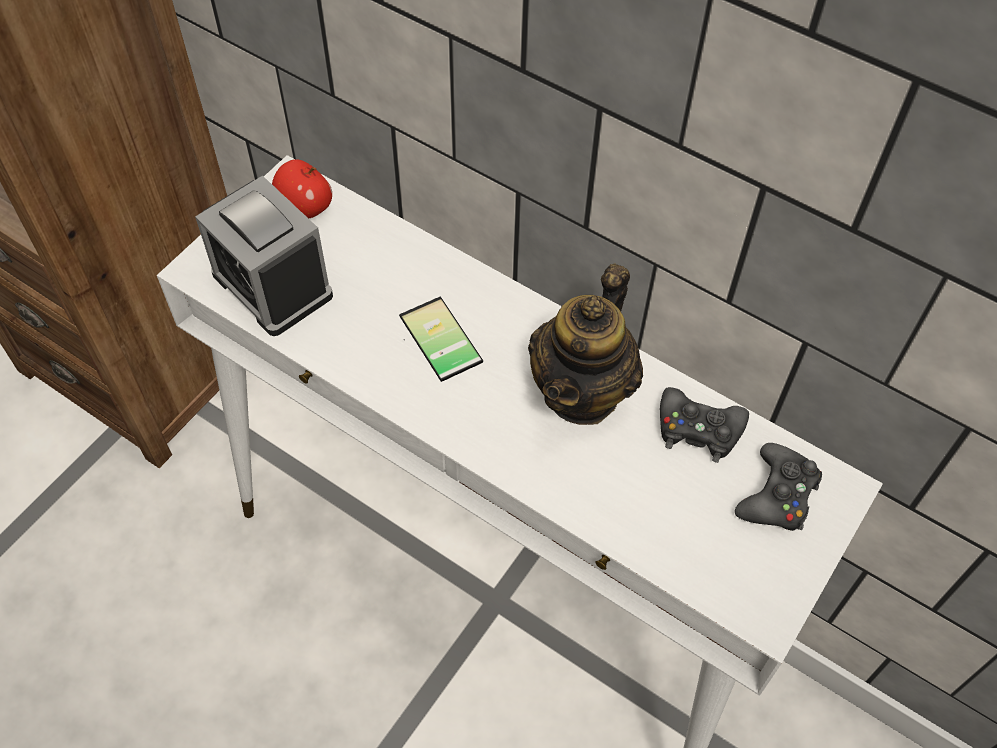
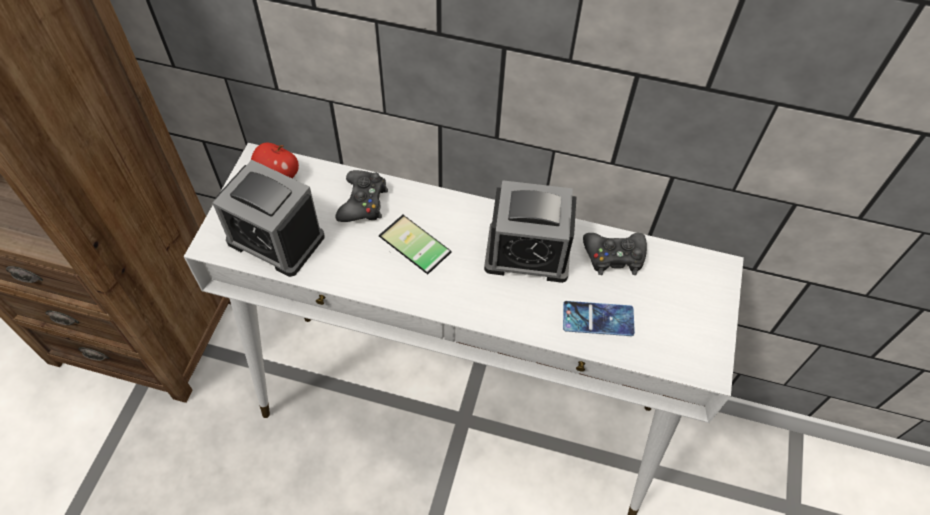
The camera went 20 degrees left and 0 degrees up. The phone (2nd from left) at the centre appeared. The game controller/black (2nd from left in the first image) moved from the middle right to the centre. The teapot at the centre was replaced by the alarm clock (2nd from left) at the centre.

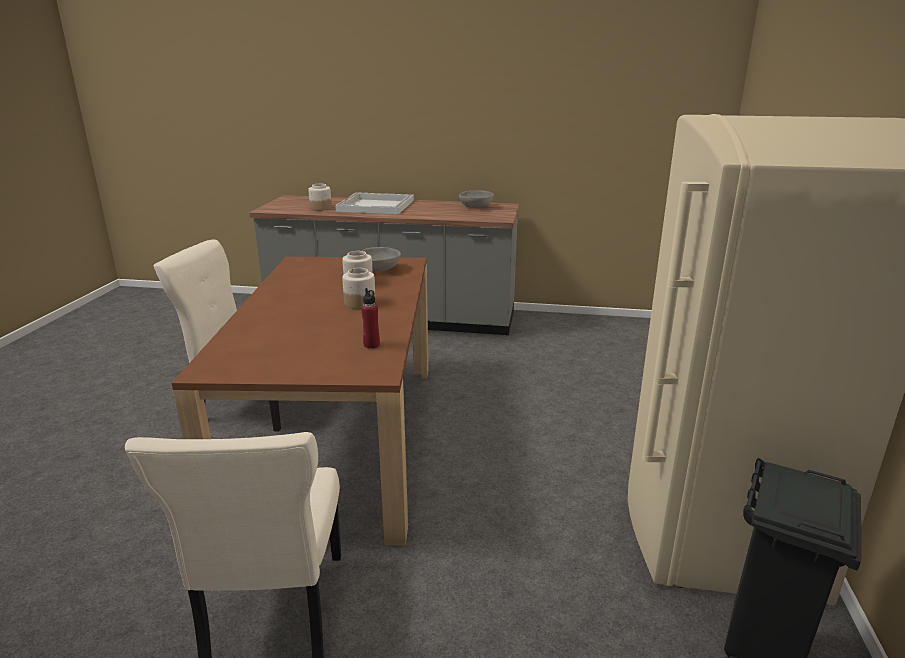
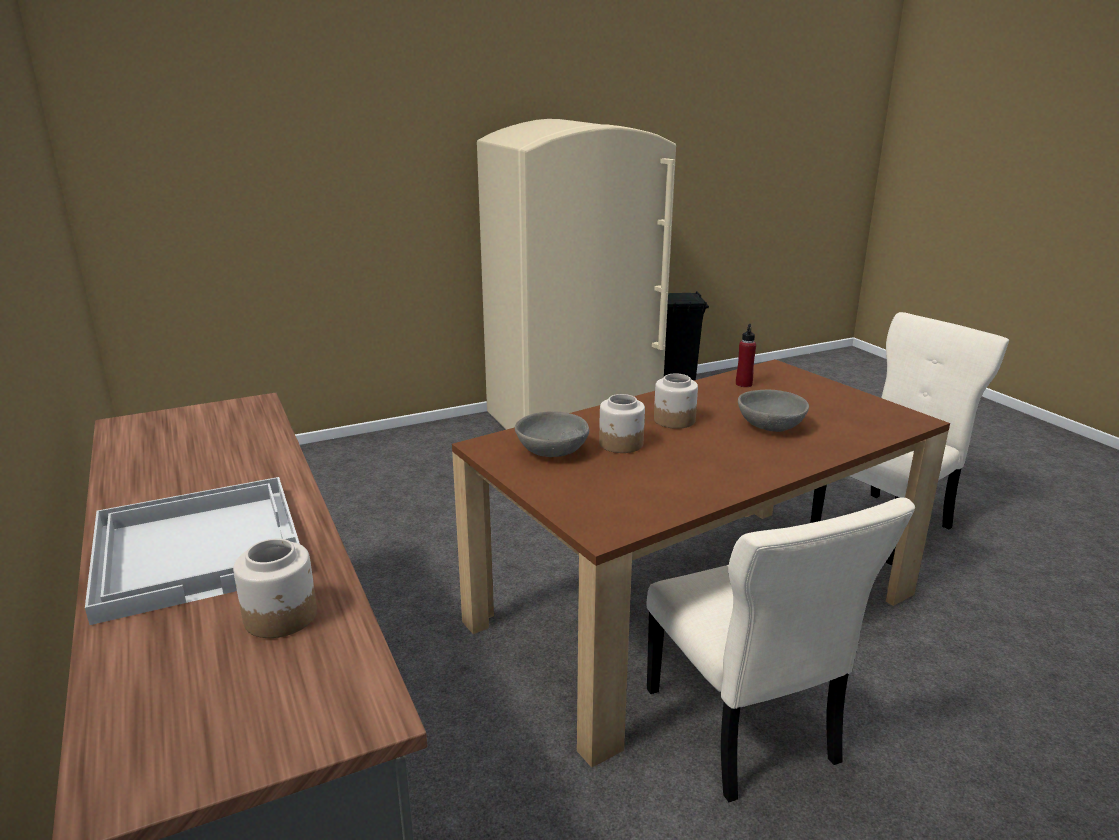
The camera went 125 degrees left and 0 degrees up. The bowl/grey (2nd from left) moved from the top centre to the middle right.

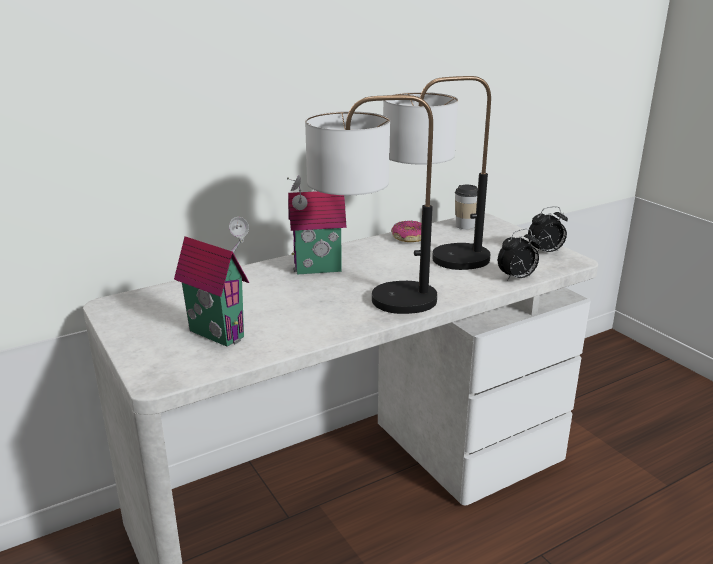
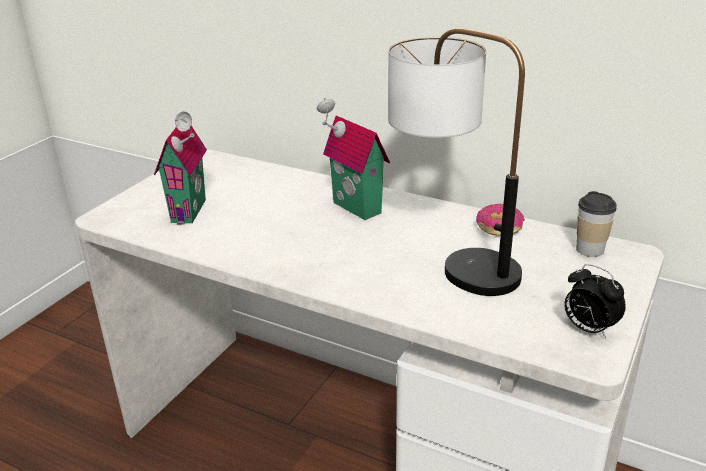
The camera went 60 degrees right and 5 degrees up. The table lamp (1st from left) at the centre disappeared. The alarm clock (1st from left) at the middle right disappeared.

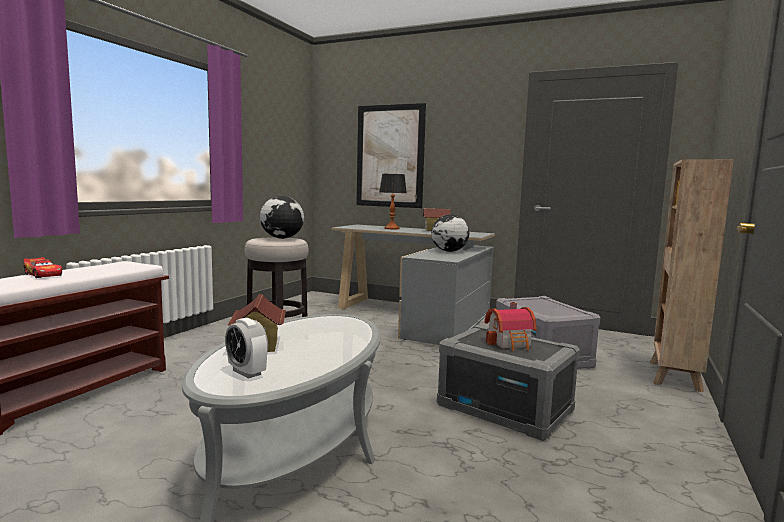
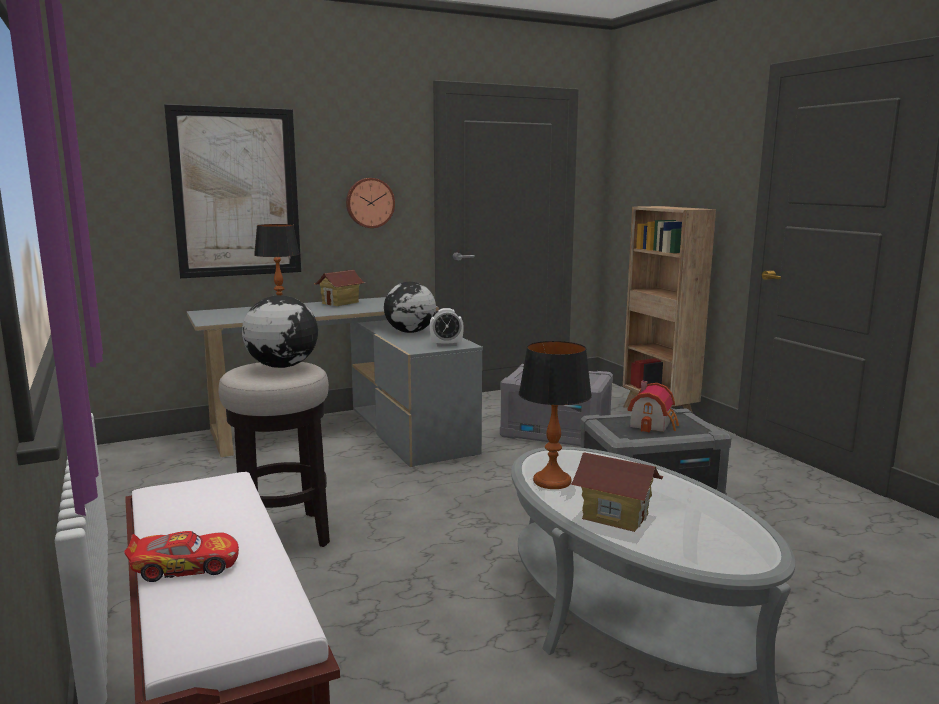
The camera went 50 degrees left and 5 degrees up. The wall clock at the top centre appeared. The table lamp (2nd from left) at the centre appeared. The alarm clock moved from the bottom left to the centre.

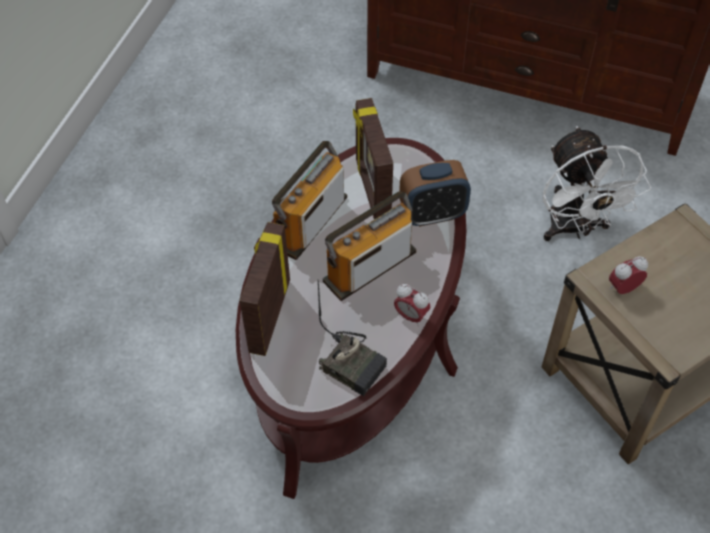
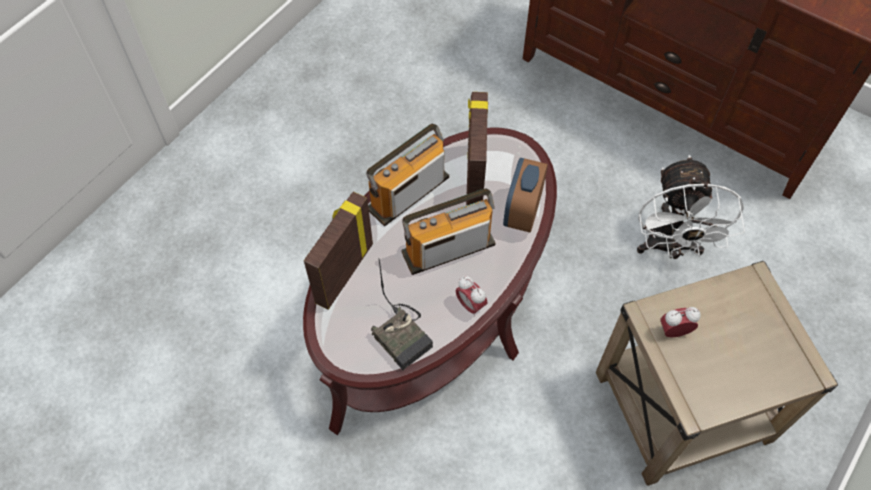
The camera went 15 degrees right and 5 degrees up. The alarm clock (2nd from left) at the centre turned 105 degrees clockwise.

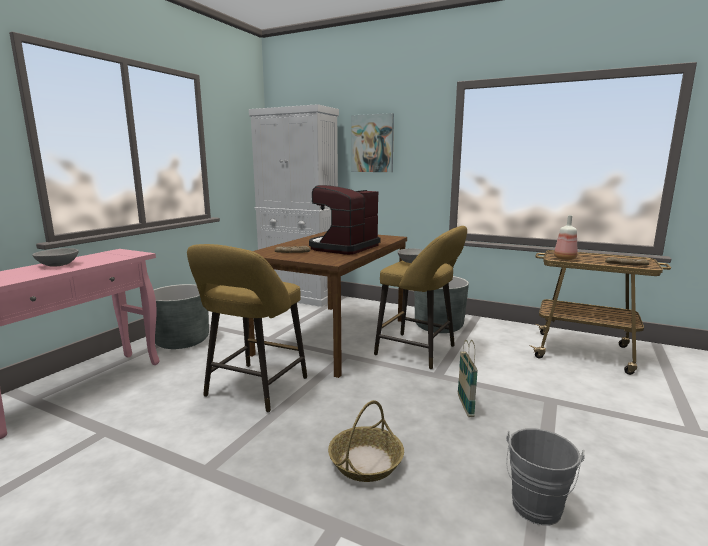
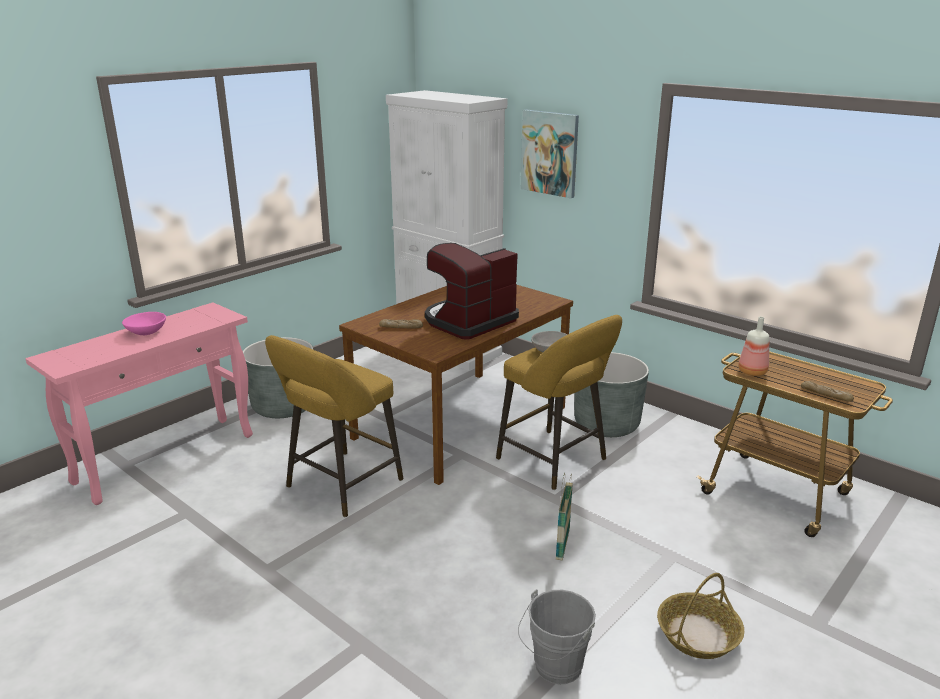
The camera went 15 degrees right and 10 degrees up. The basket (1st from left in the first image) moved from the bottom centre to the bottom right. The bowl/grey (1st from left) at the middle left became the bowl/pink at the middle left.

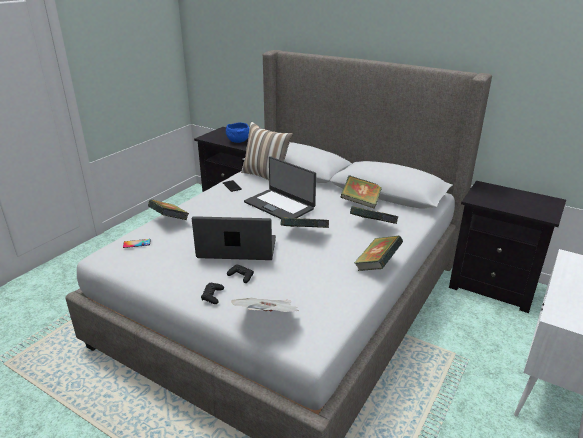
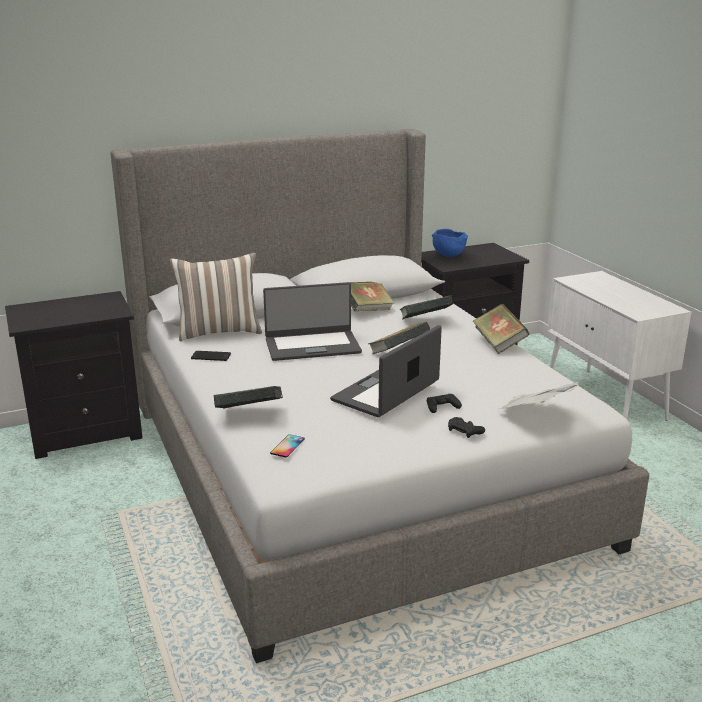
The camera went 55 degrees left and 5 degrees down. The bowl/blue moved from the top centre to the centre.

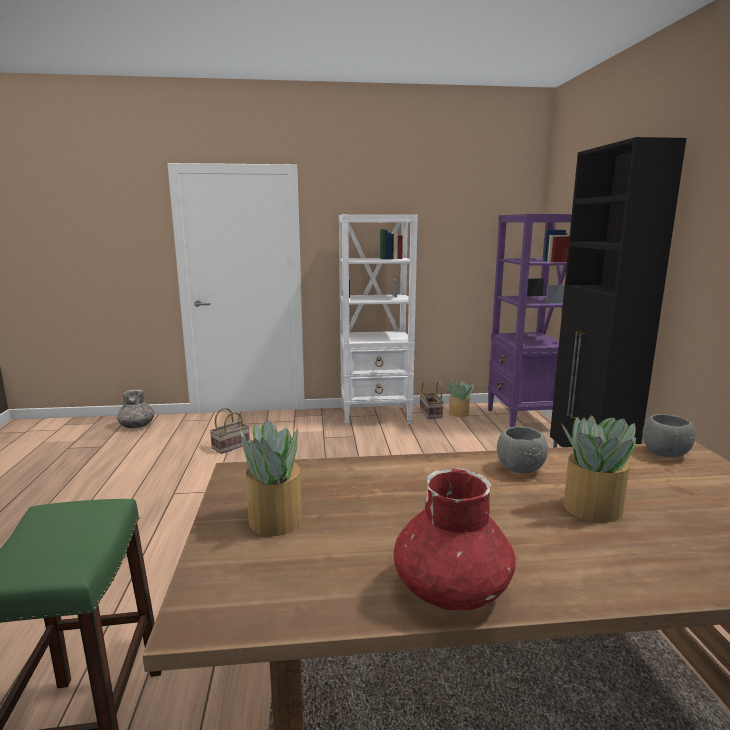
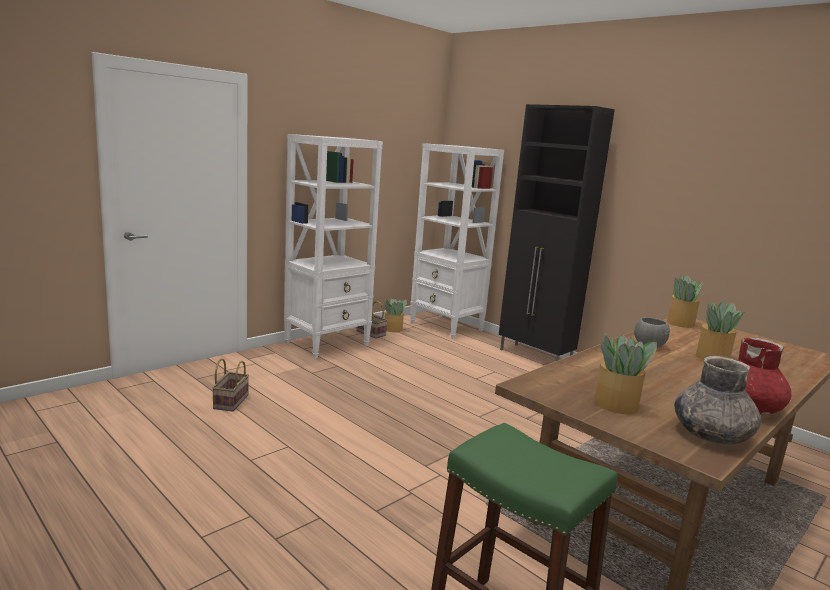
The camera went 40 degrees left and 0 degrees up. The vase/grey moved from the middle left to the bottom right. The bowl/grey (2nd from left) at the middle right was replaced by the potted plant (3rd from left) at the middle right. The bookcase/purple at the middle right became the bookcase/white (2nd from left) at the centre.

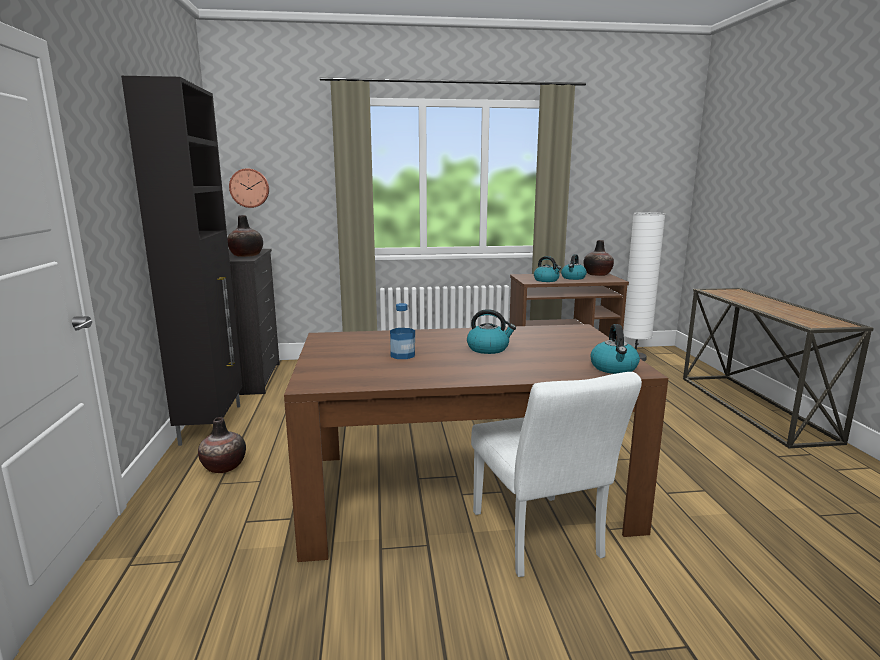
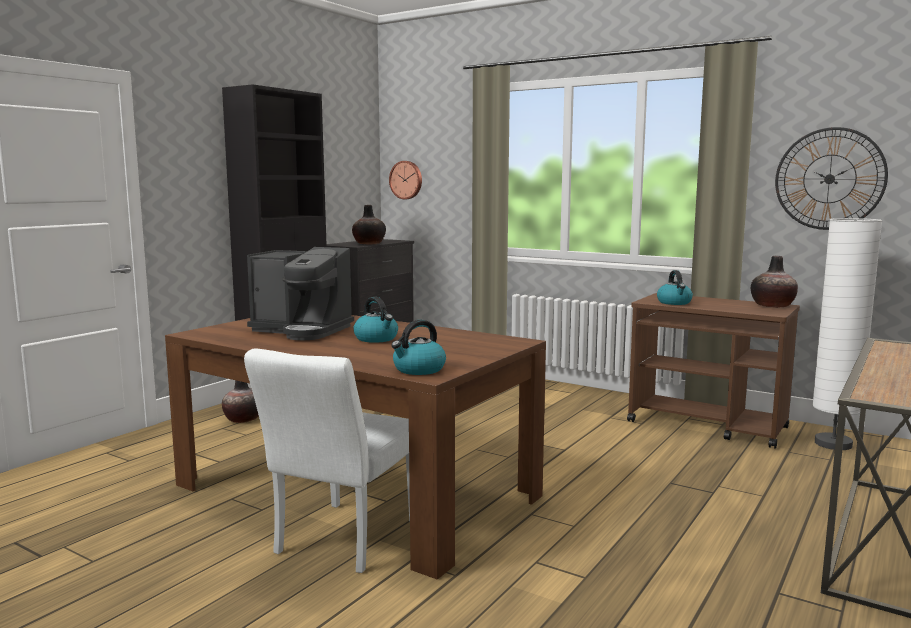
The camera went 40 degrees right and 5 degrees down. The kettle (3rd from left) at the centre disappeared. The wall clock (2nd from left) at the top right appeared. The bottle at the centre was replaced by the coffee machine at the middle left.

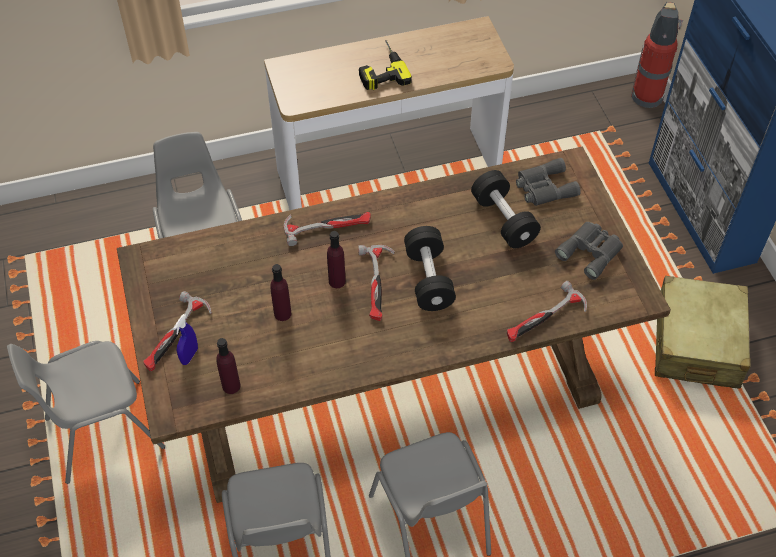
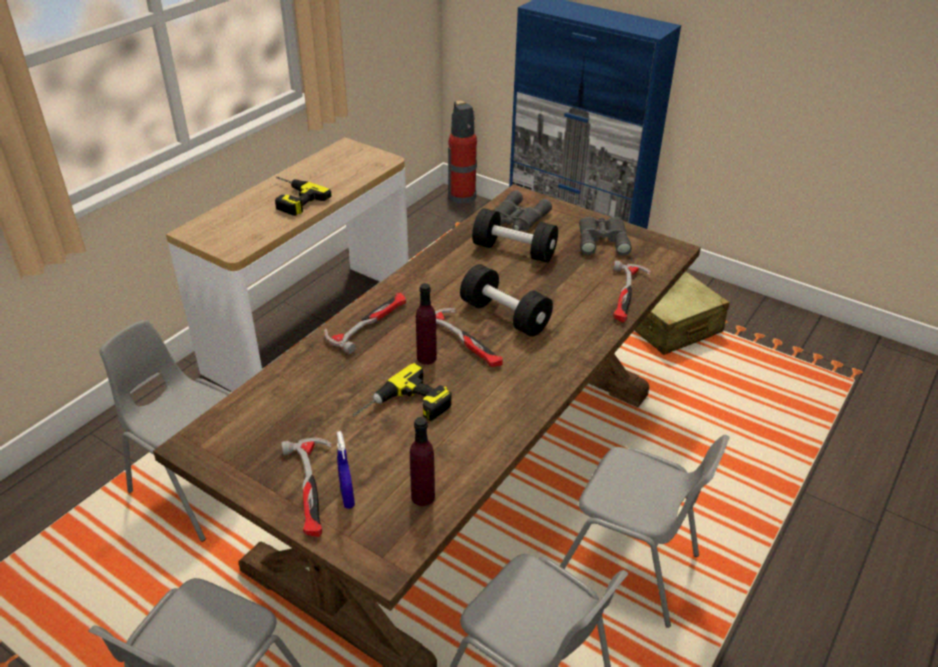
The camera went 40 degrees left and 15 degrees down. The bottle/purple (2nd from left) at the centre was replaced by the power drill (2nd from left) at the centre.

